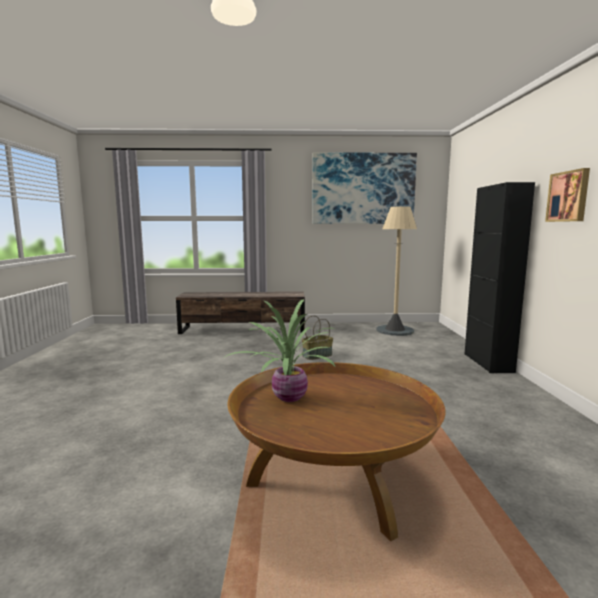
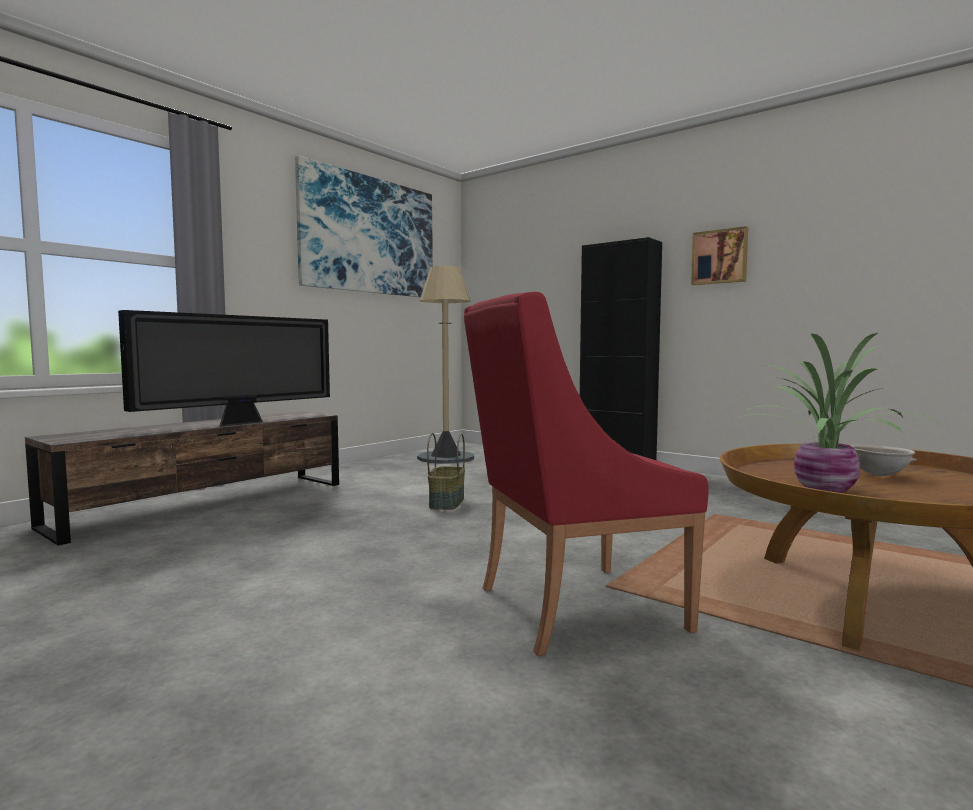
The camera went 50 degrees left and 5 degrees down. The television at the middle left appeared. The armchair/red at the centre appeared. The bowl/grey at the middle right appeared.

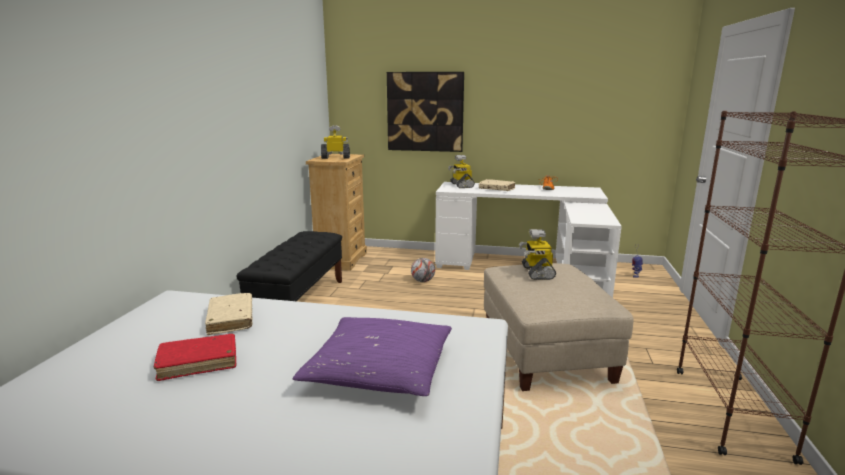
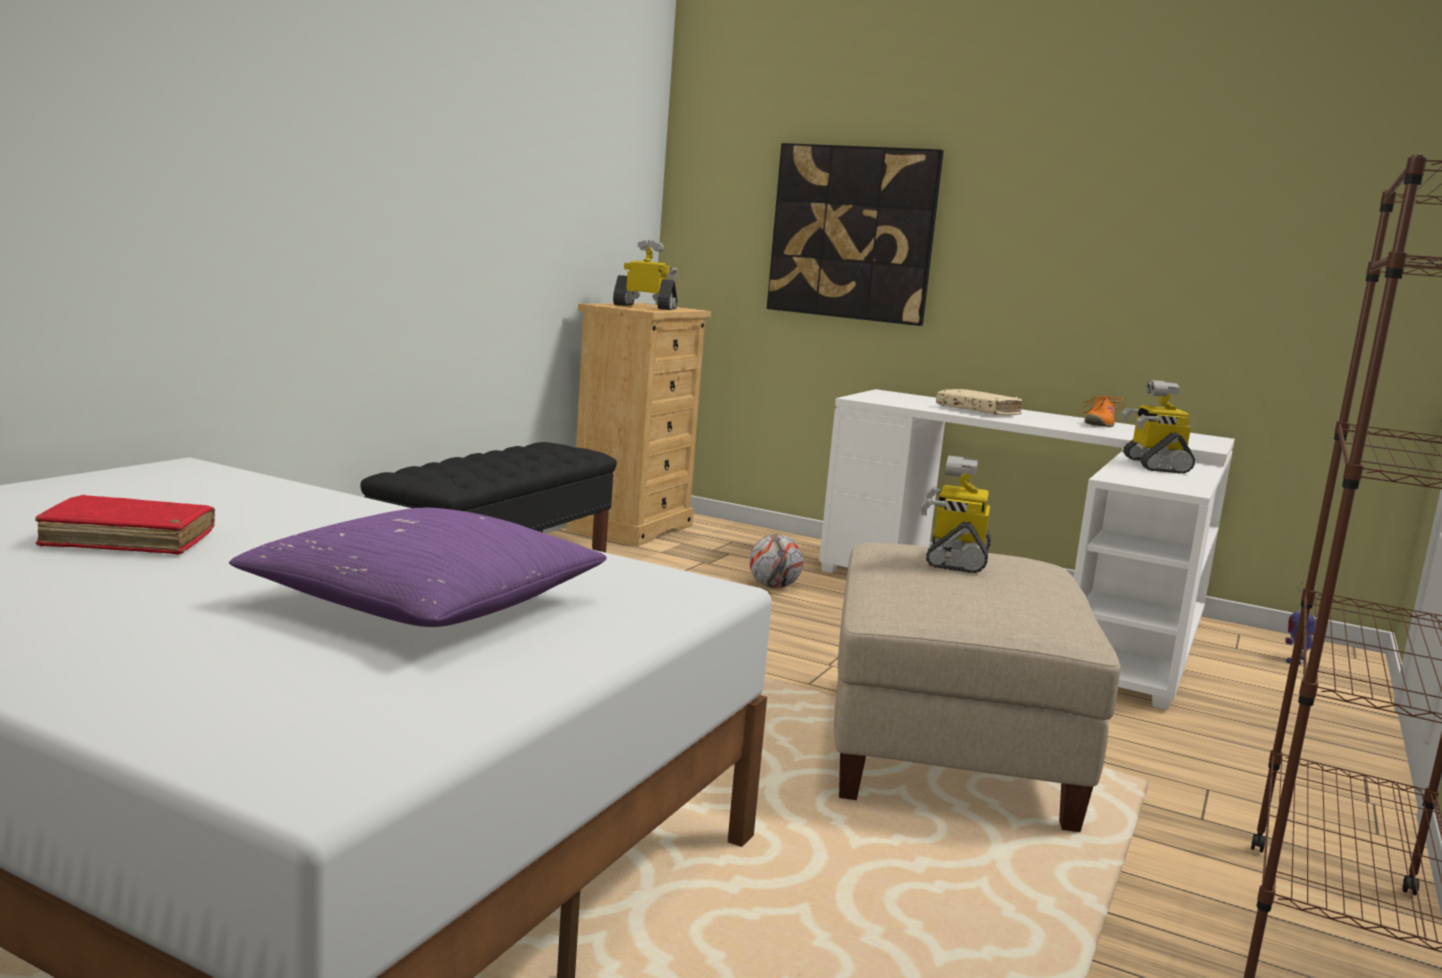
The camera went 15 degrees right and 5 degrees down. The book/beige (1st from left) at the middle left disappeared. The toy robot (2nd from left in the first image) moved from the centre to the middle right.

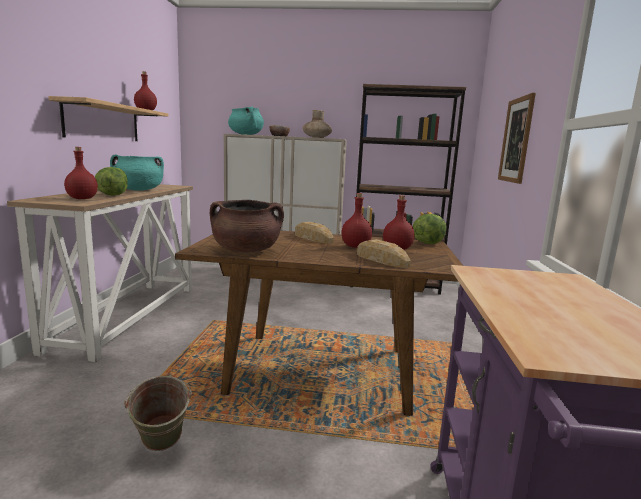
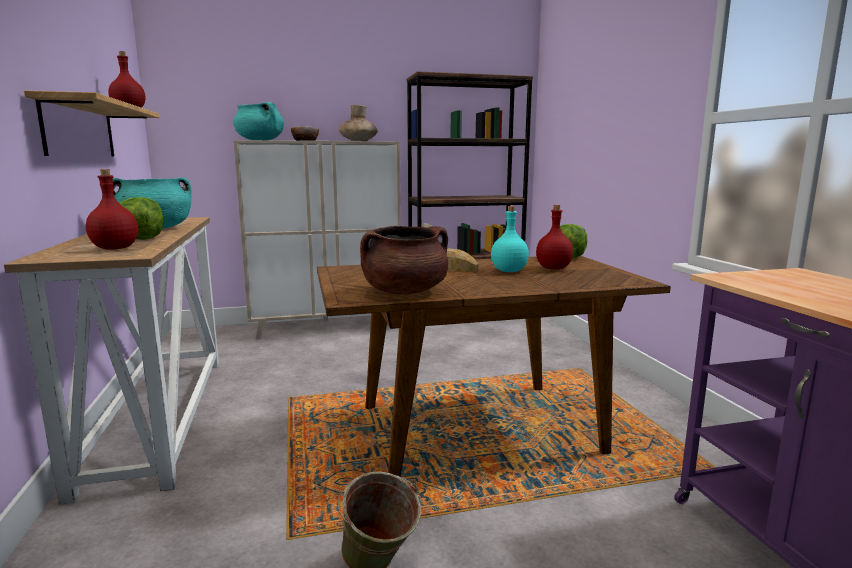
The camera went 20 degrees left and 0 degrees up. The bread (2nd from left) at the centre disappeared. The picture at the top right disappeared. The bottle/red (3rd from left) at the centre became the bottle/turquoise at the centre.

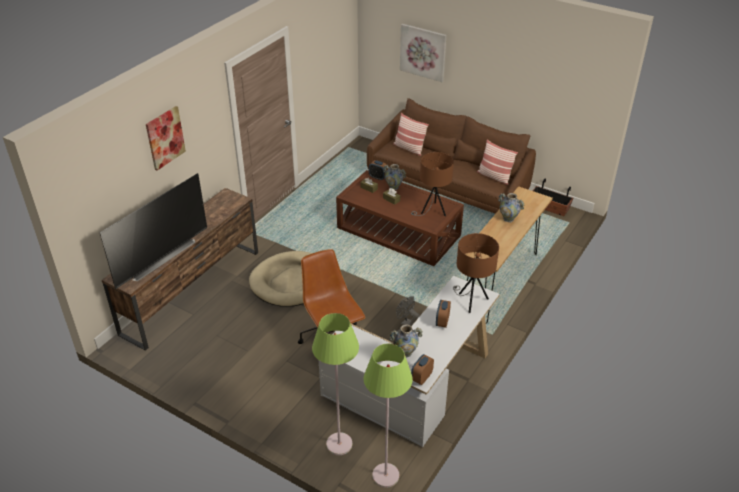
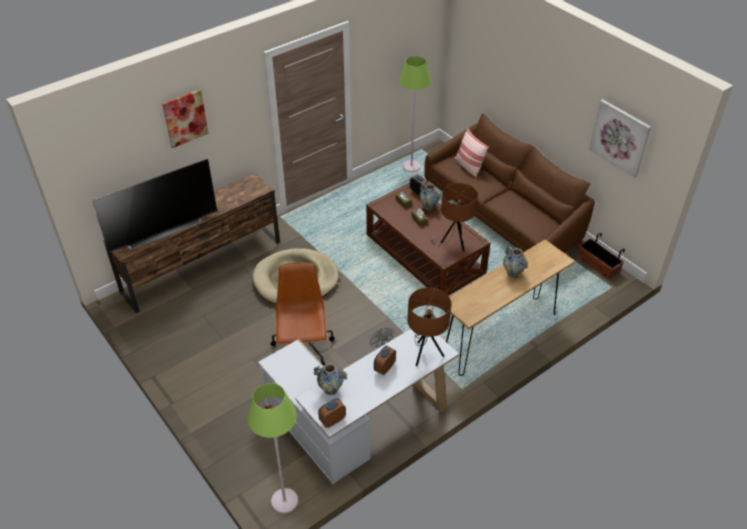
The camera went 20 degrees right and 5 degrees up. The pillow (2nd from left) at the top right disappeared. The floor lamp/green (1st from left in the first image) moved from the bottom centre to the top centre. The picture (2nd from left) moved from the top centre to the top right.

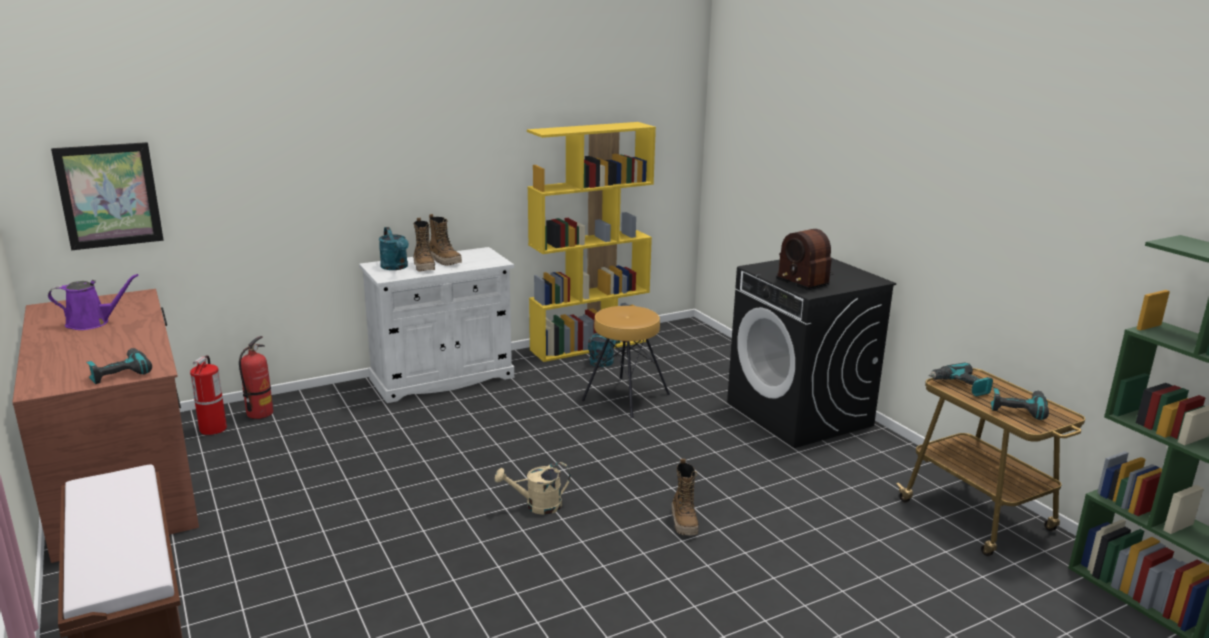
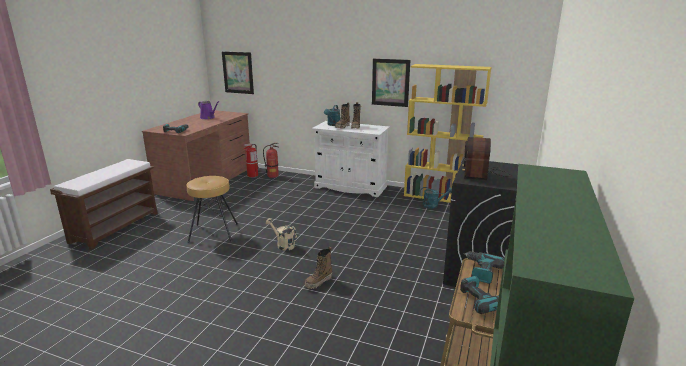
The camera went 50 degrees right and 0 degrees up. The picture (2nd from left) at the top centre appeared. The stool/brown moved from the centre to the middle left.

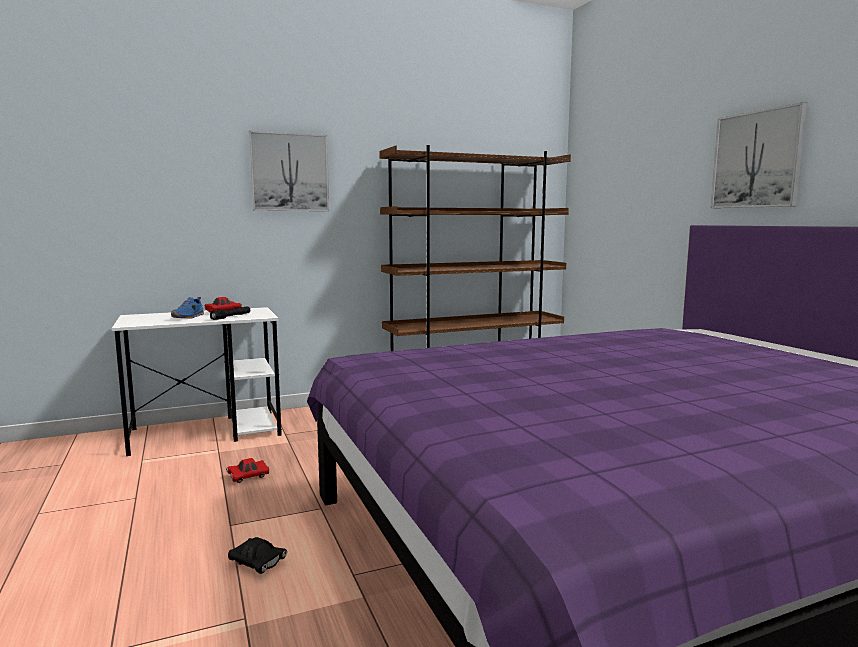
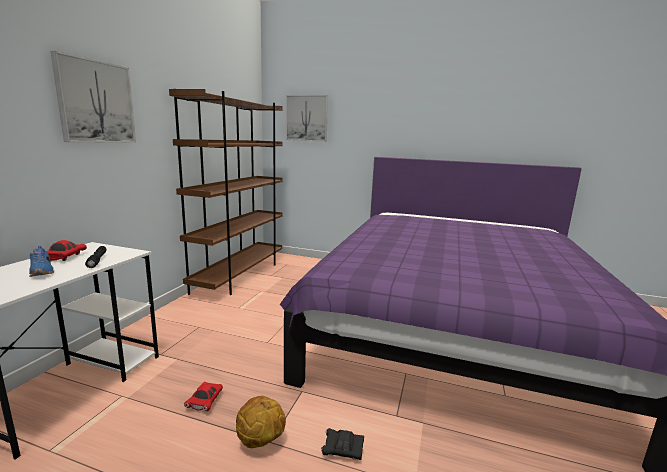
The camera went 50 degrees left and 5 degrees up. The basketball at the bottom centre appeared. The picture (2nd from left) moved from the top right to the top centre. The toy car/black at the bottom left turned 150 degrees counterclockwise.

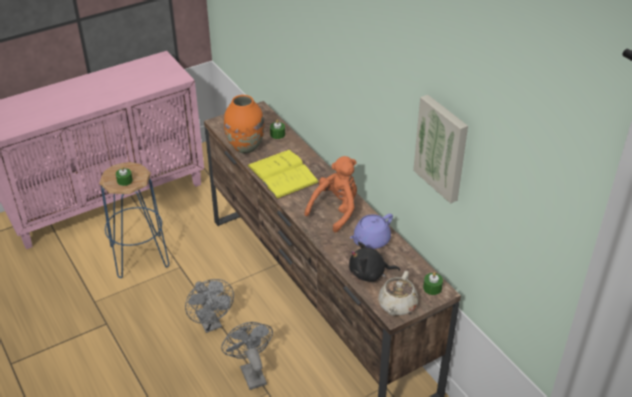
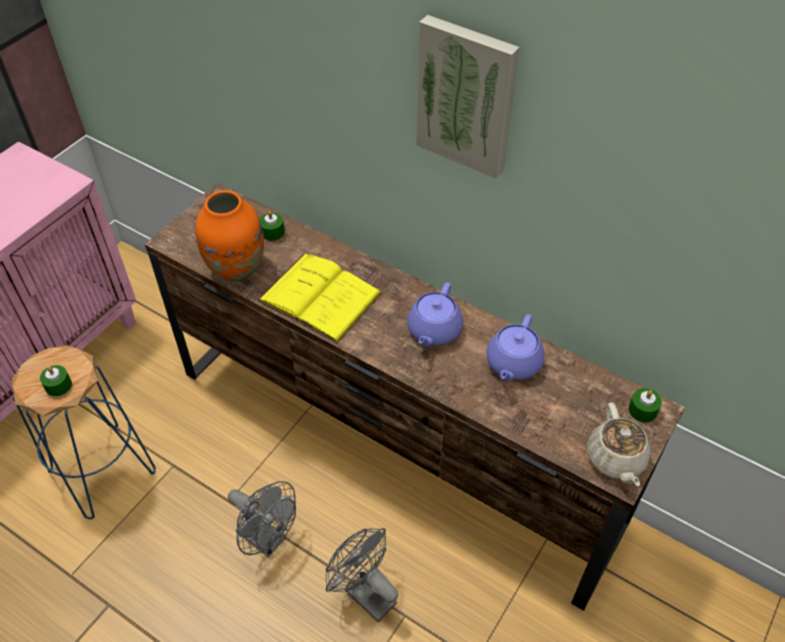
The camera went 25 degrees left and 10 degrees up. The plush toy/black at the centre disappeared. The picture moved from the middle right to the top centre. The plush toy/orange at the centre was replaced by the teapot/purple (1st from left) at the centre.

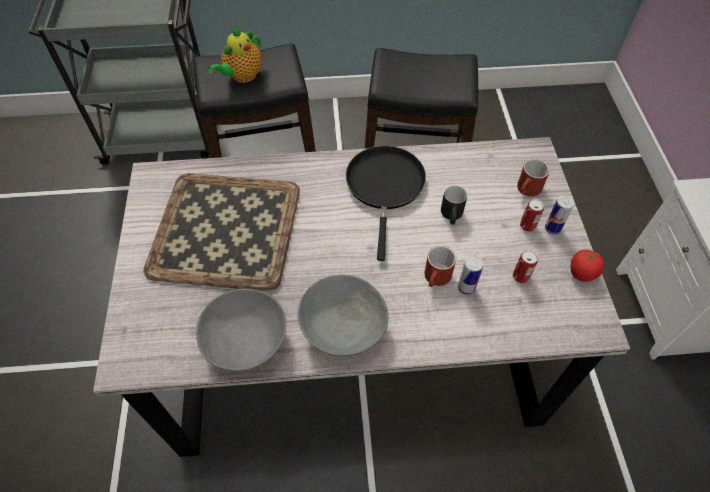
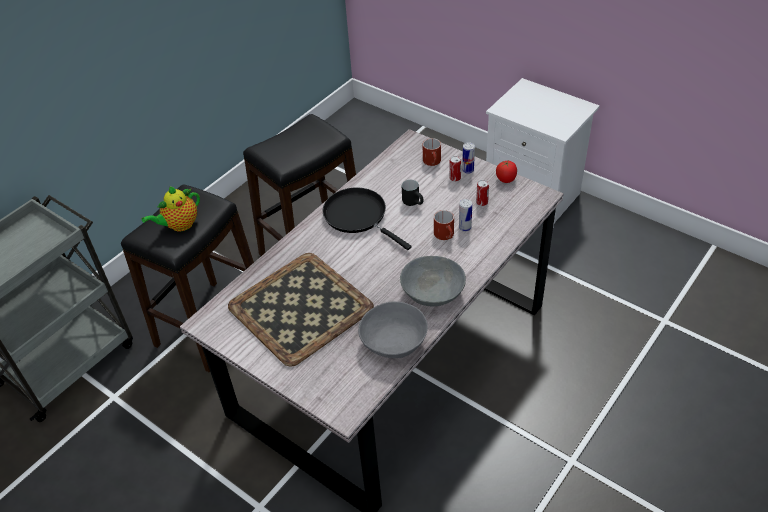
The camera went 45 degrees left and 10 degrees down. The teapot at the top left turned 60 degrees clockwise.

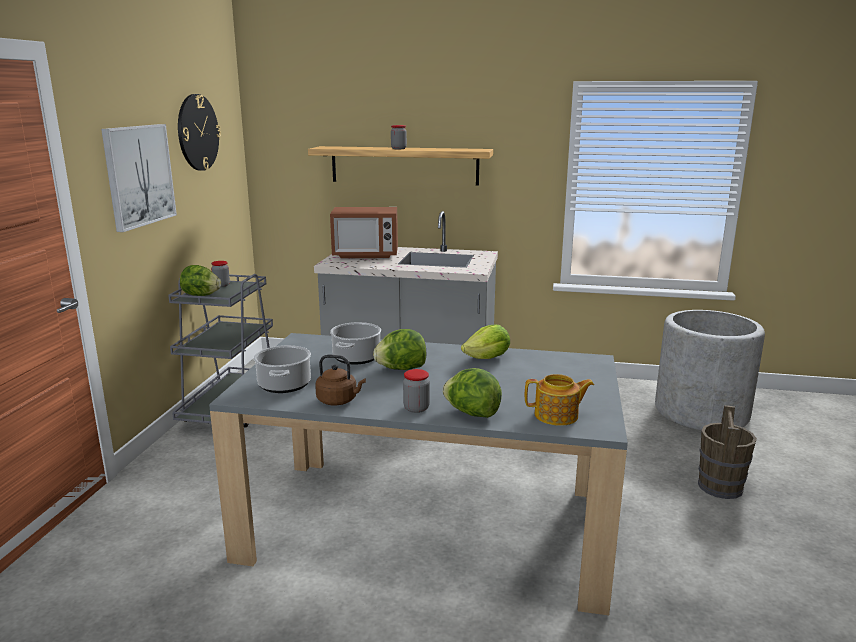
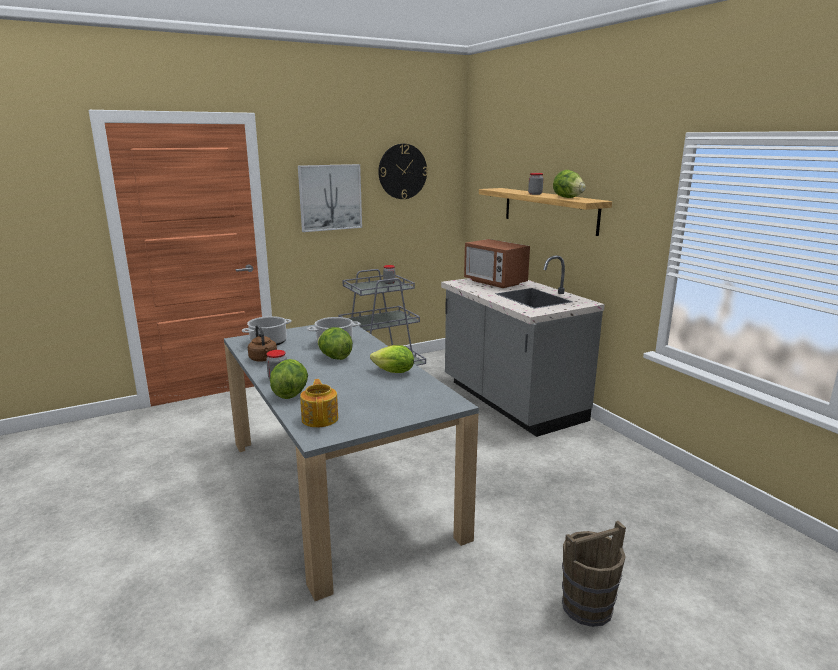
The camera went 50 degrees right and 0 degrees up. The planter/grey at the middle right disappeared. The lettuce (1st from left in the first image) moved from the middle left to the top right. The teapot at the centre turned 150 degrees counterclockwise.

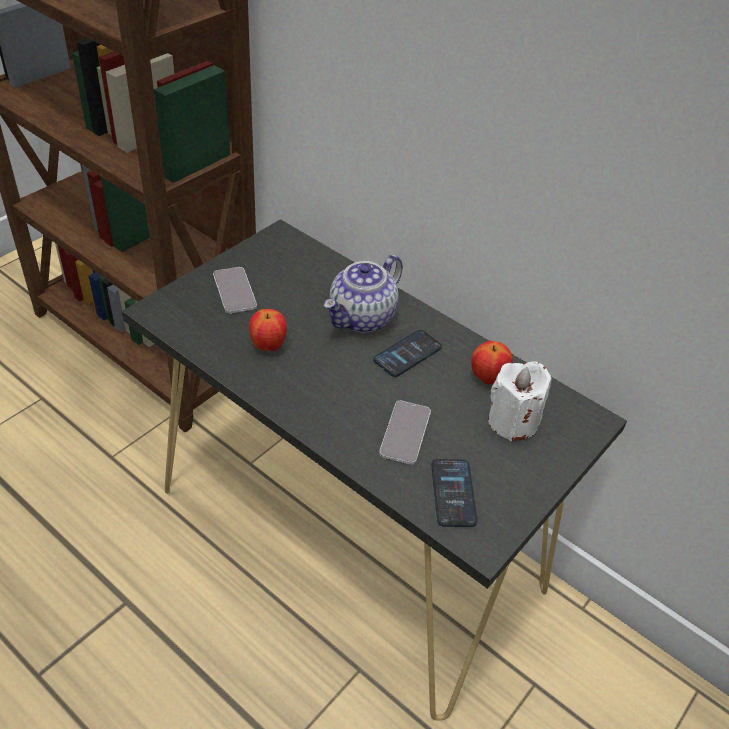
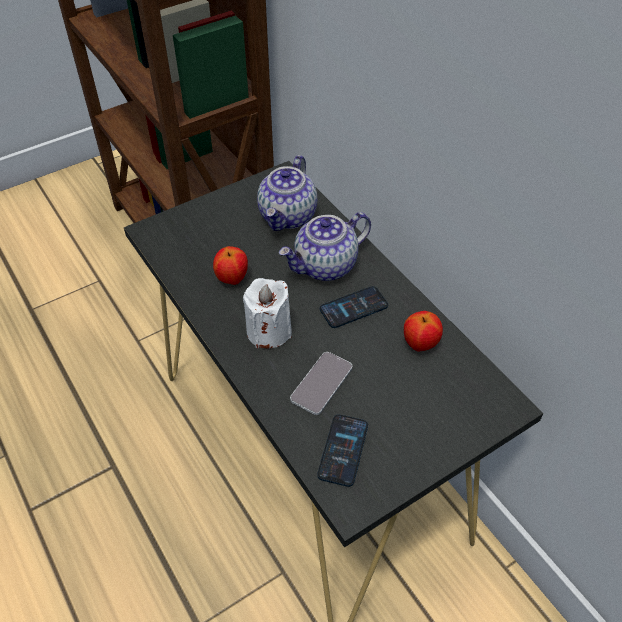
The camera went 20 degrees right and 5 degrees up. The phone (1st from left) at the middle left disappeared. The teapot (1st from left) at the top centre appeared. The candle/white moved from the middle right to the centre.

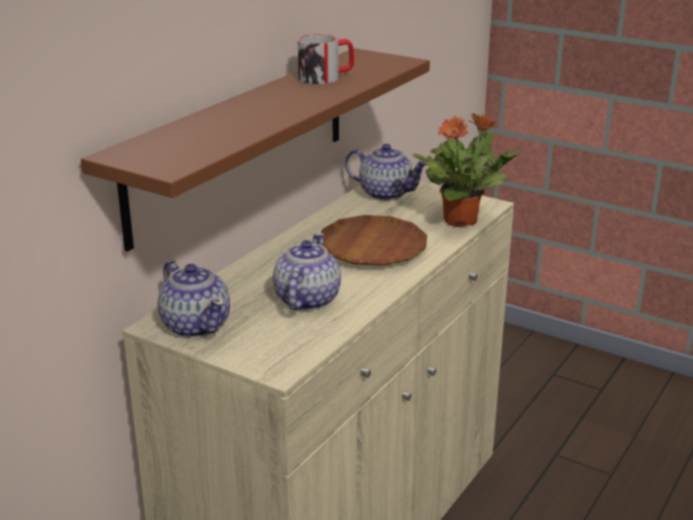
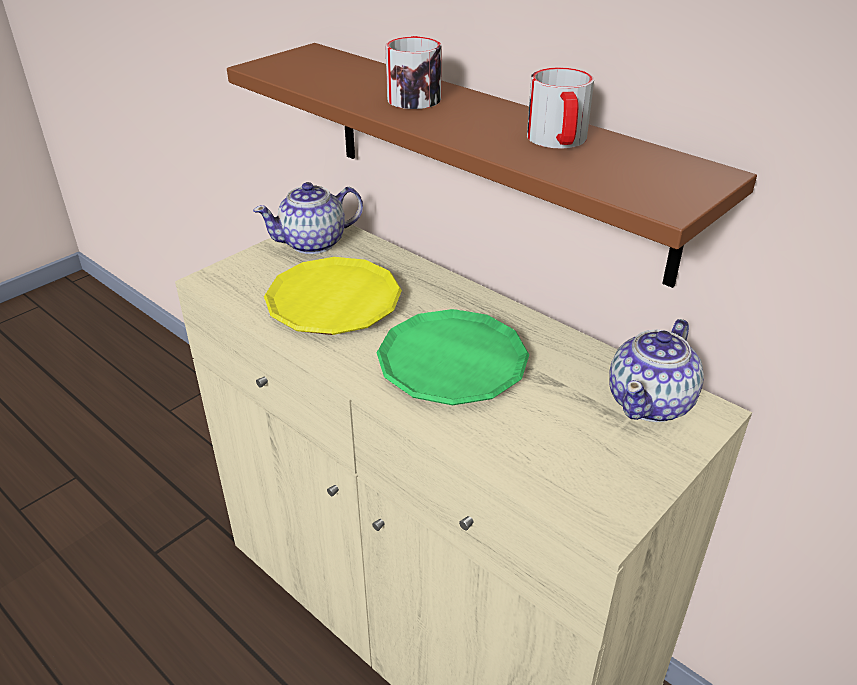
The camera went 100 degrees right and 10 degrees up. The potted plant at the top right disappeared. The mug (1st from left) at the top centre appeared. The teapot (2nd from left) at the centre was replaced by the plate/yellow at the centre. The plate/brown at the centre became the plate/green at the centre.

